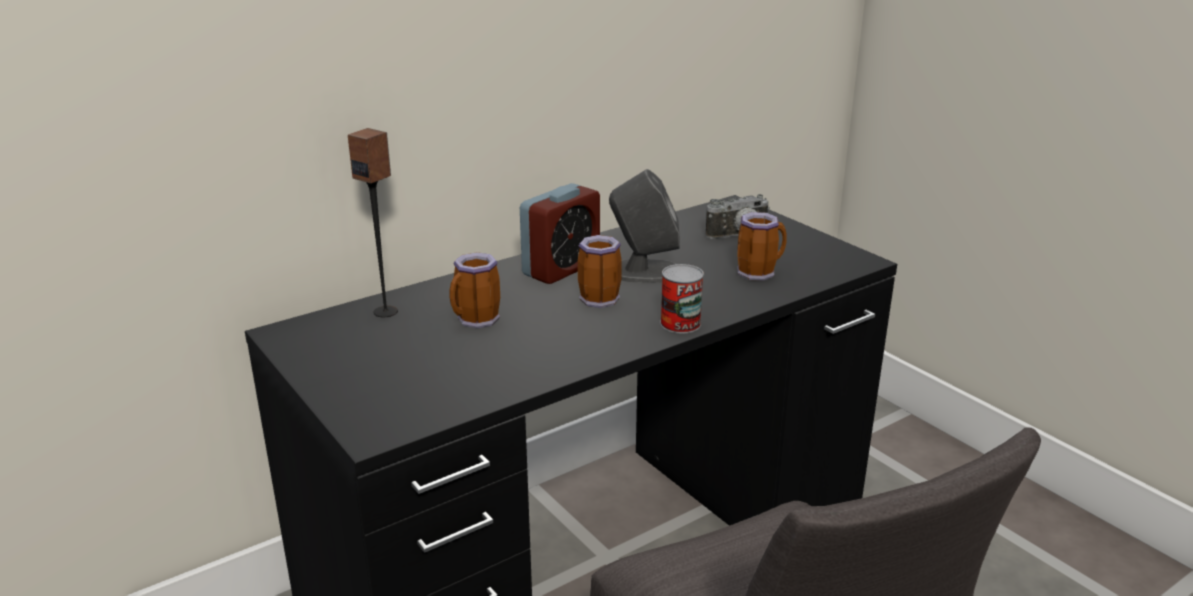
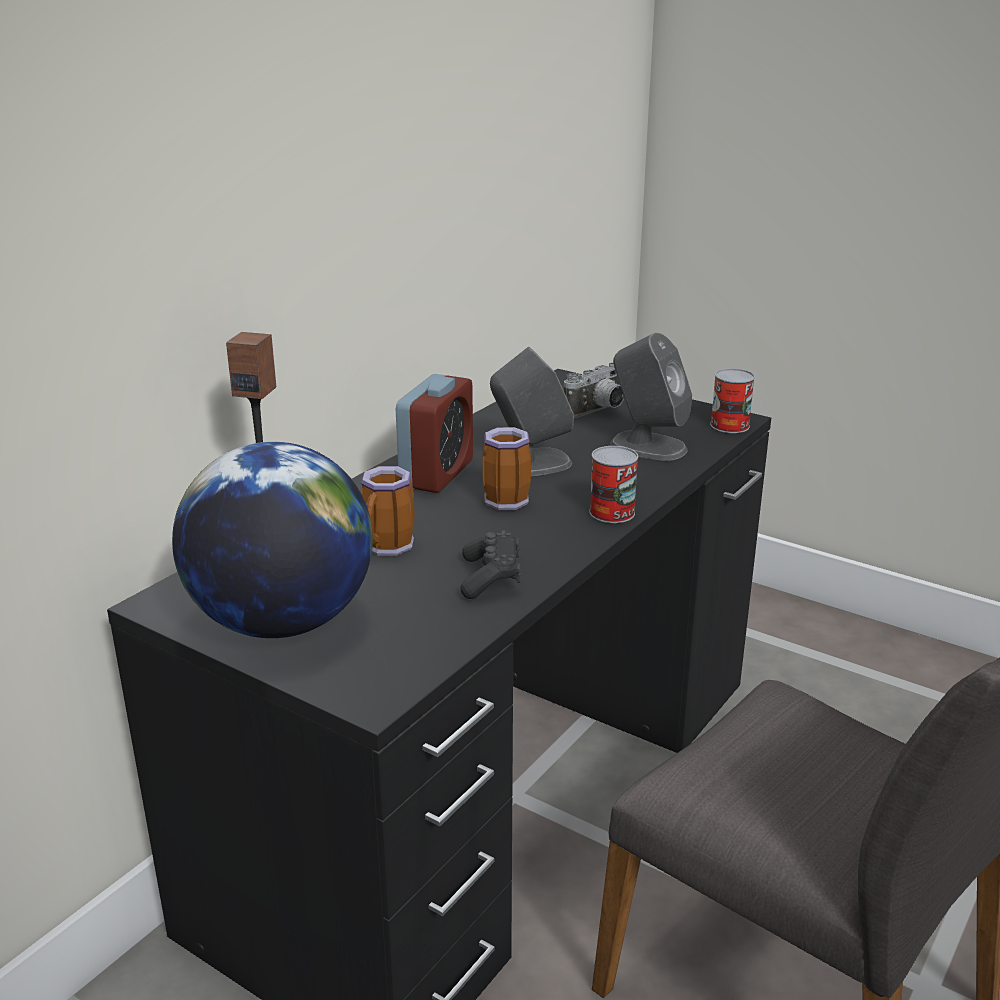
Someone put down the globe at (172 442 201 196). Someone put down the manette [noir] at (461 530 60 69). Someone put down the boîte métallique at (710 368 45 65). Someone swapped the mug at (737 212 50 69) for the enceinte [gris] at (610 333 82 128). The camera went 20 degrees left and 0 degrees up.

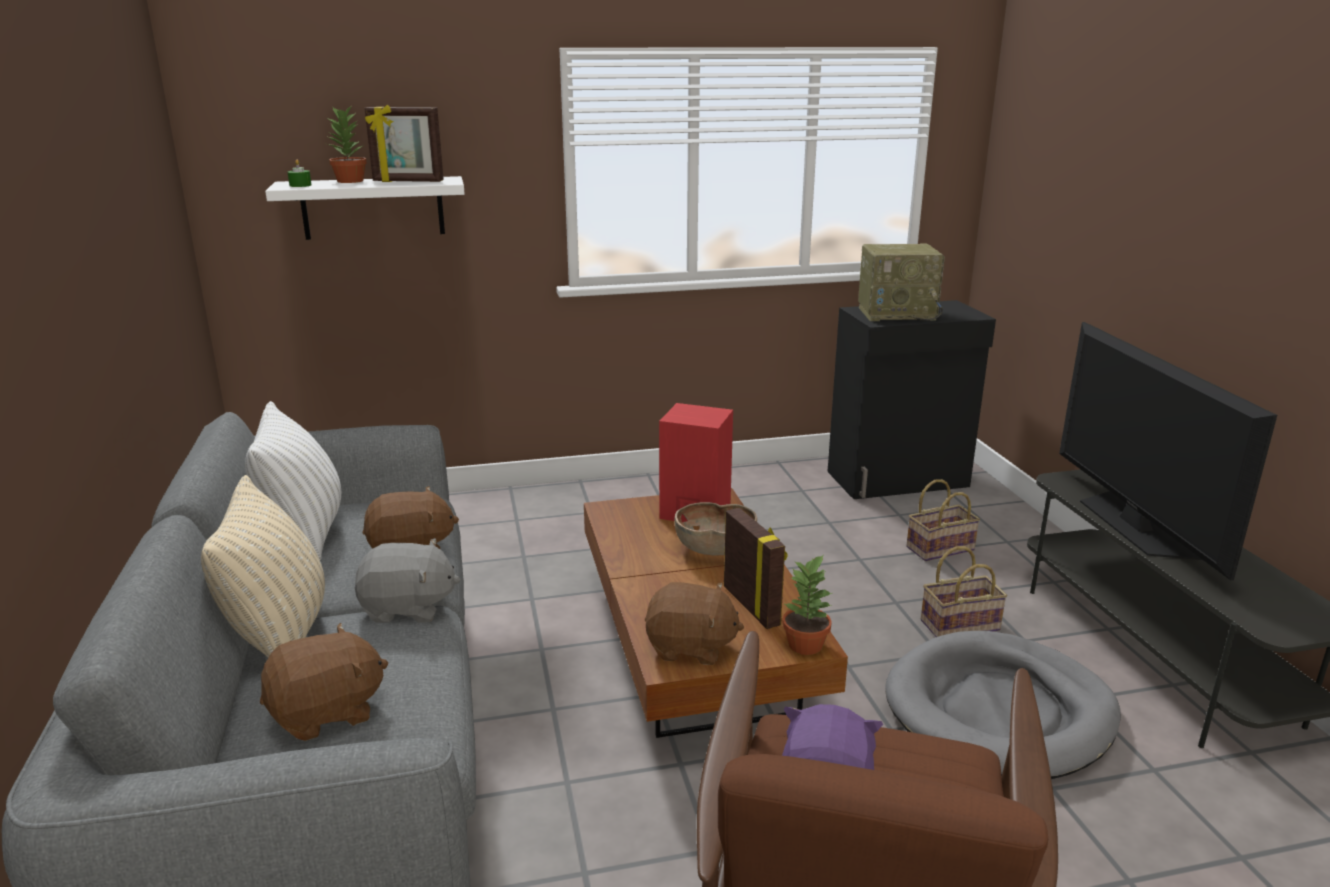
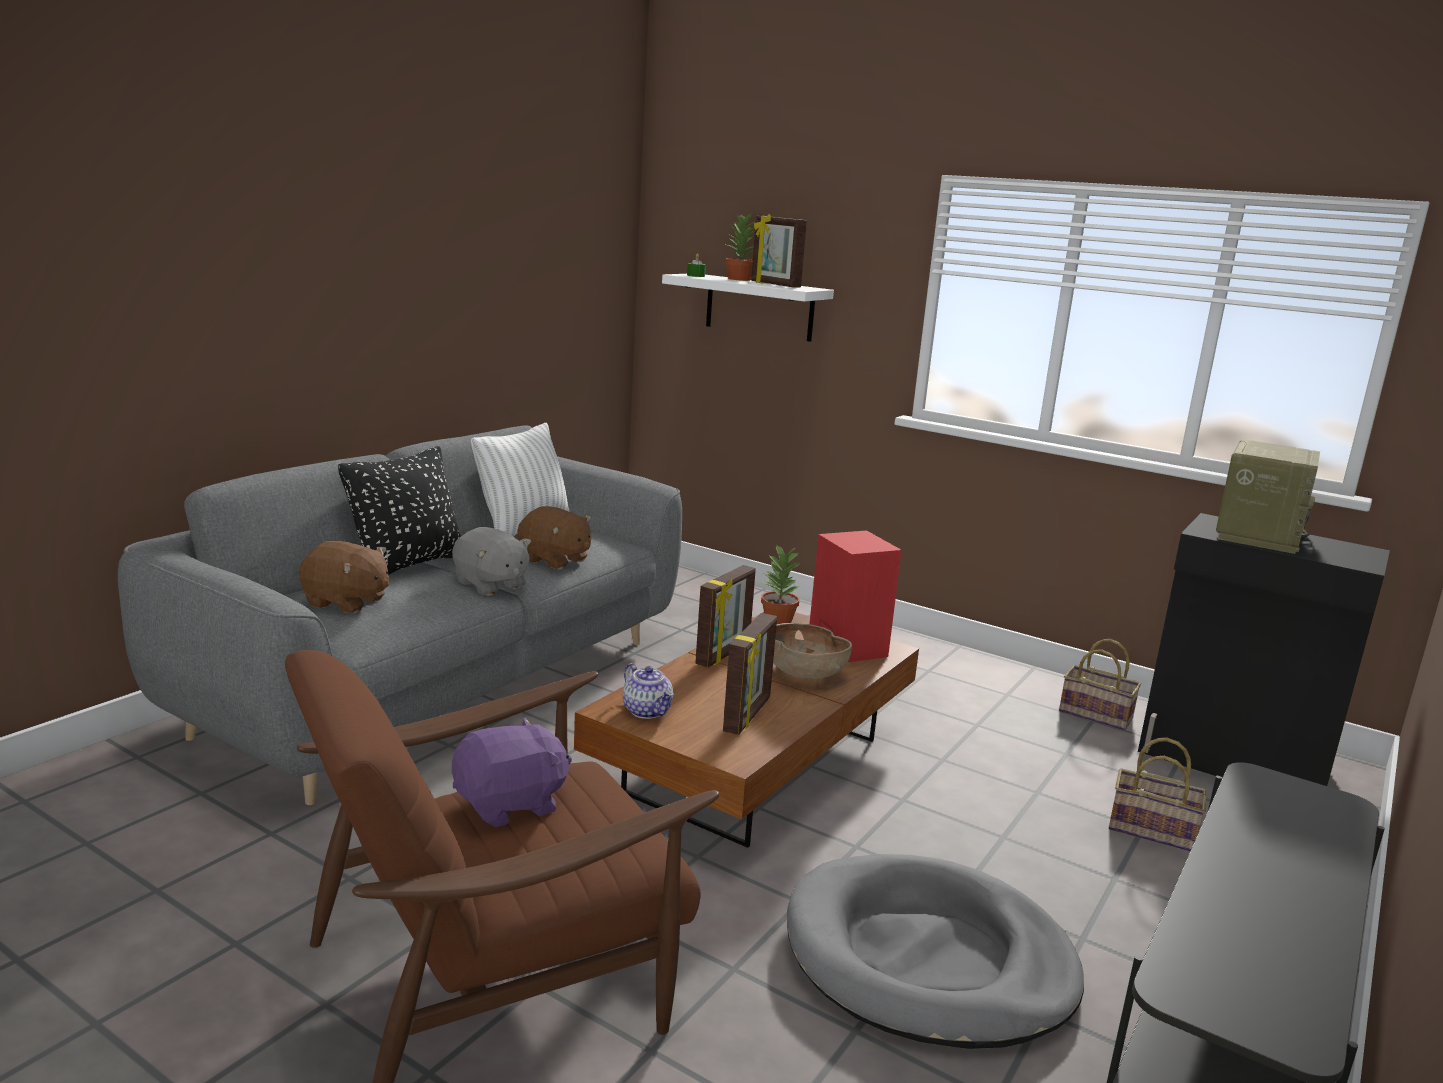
Someone took away the téléviseur at (1059 322 218 258). Someone put down the cadre photo at (695 565 61 103). Someone carried the plante en pot from (782 554 50 101) to (761 544 39 80). Someone carried the panier from (921 546 86 91) to (1059 639 82 92). Someone swapped the peluche [marron] at (645 582 99 83) for the théière at (623 663 51 56). Someone repainted the coussin [beige] at (201 475 124 182), which became the coussin [noir] at (338 446 123 128). Someone rotated the radio at (858 244 87 77) by 105 degrees counterclockwise. The camera went 45 degrees right and 5 degrees down.

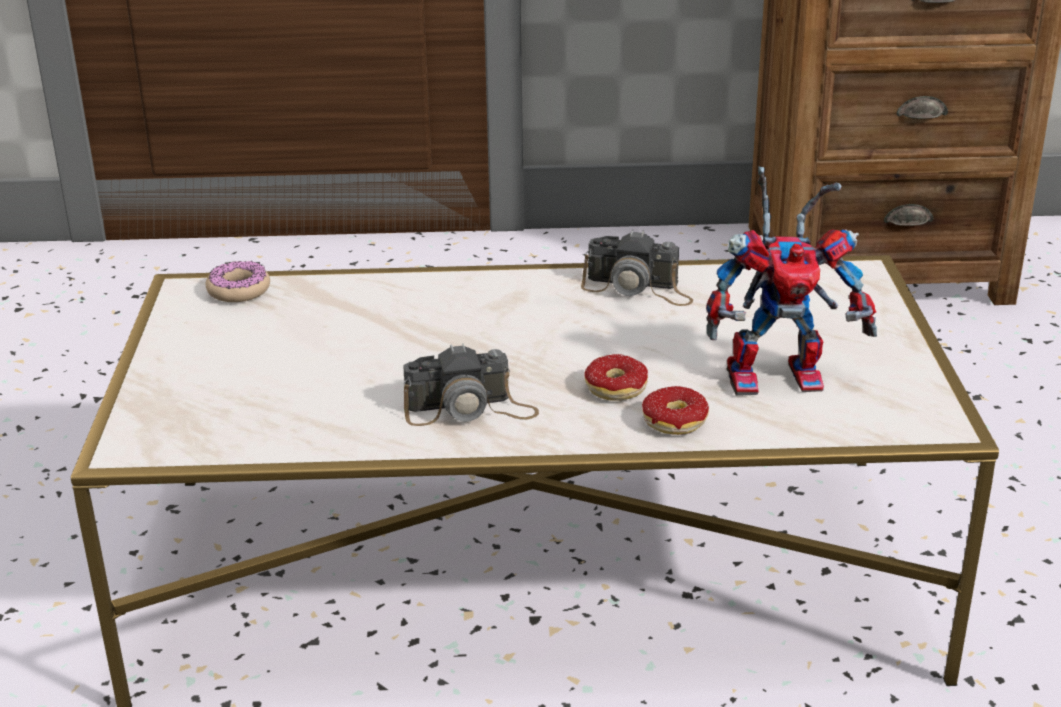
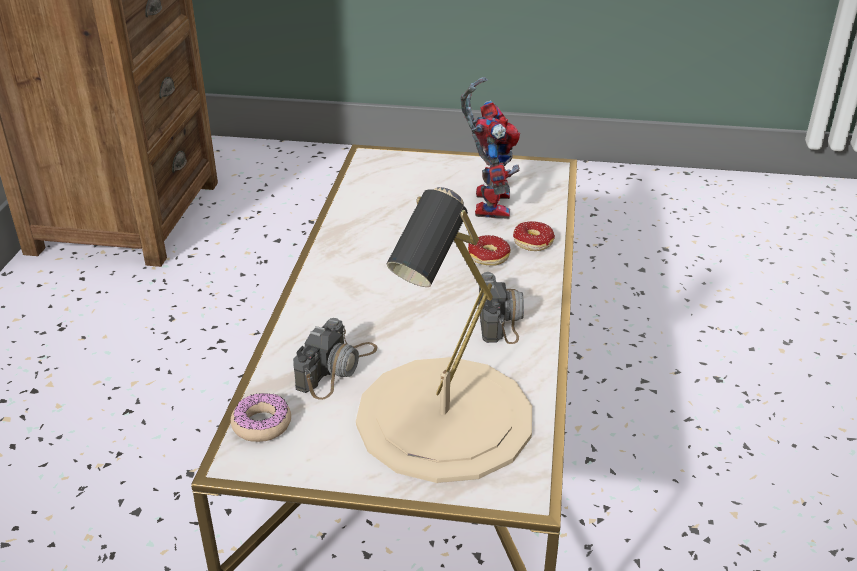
Someone put down the lampe de table [beige] at (356 187 176 296). Someone carried the appareil photo from (581 230 112 76) to (293 318 84 82). The camera went 80 degrees left and 5 degrees up.

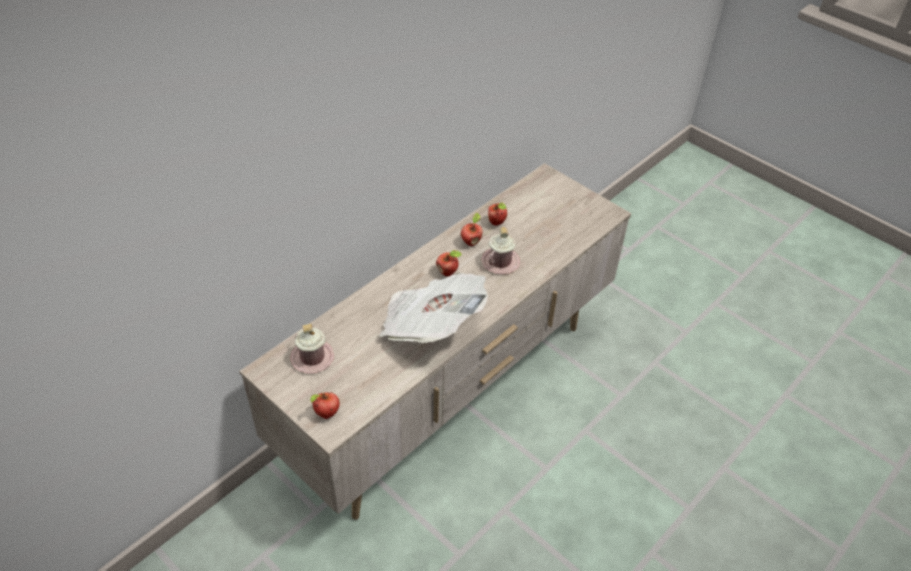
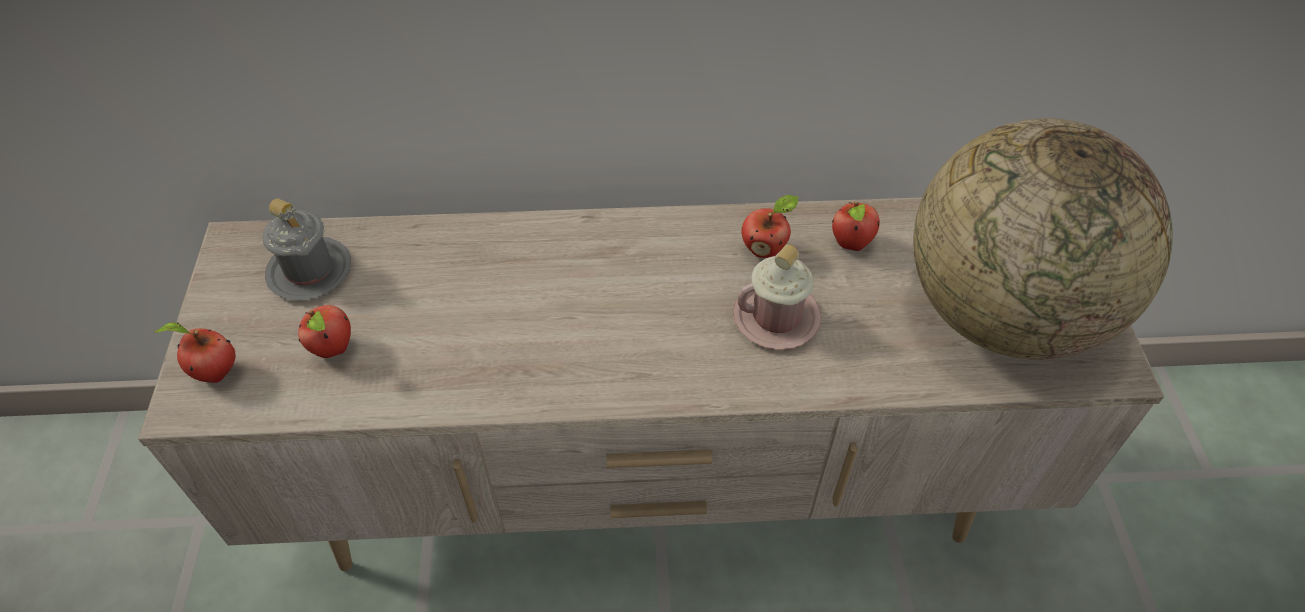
Someone took away the journal at (379 273 109 70). Someone put down the globe at (913 118 260 242). Someone carried the pomme from (436 250 26 26) to (298 305 53 53). Someone repainted the mug [rose] at (290 324 44 49), which became the mug [gris] at (263 198 88 102). The camera went 45 degrees right and 5 degrees up.

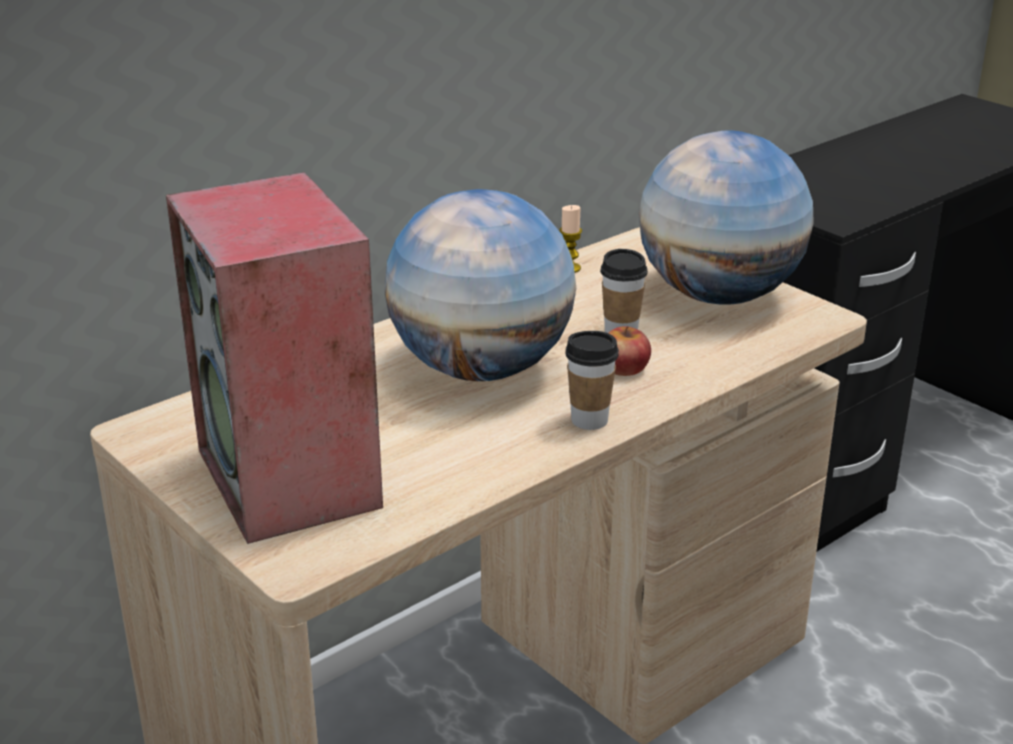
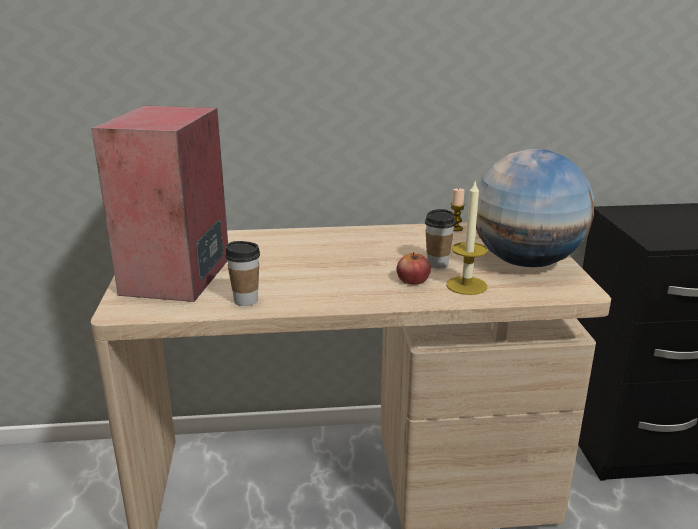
Someone took away the globe at (385 189 191 192). Someone put down the bougie at (446 182 42 113). Someone carried the tasse from (565 331 54 99) to (225 241 35 65). The camera went 35 degrees right and 5 degrees down.

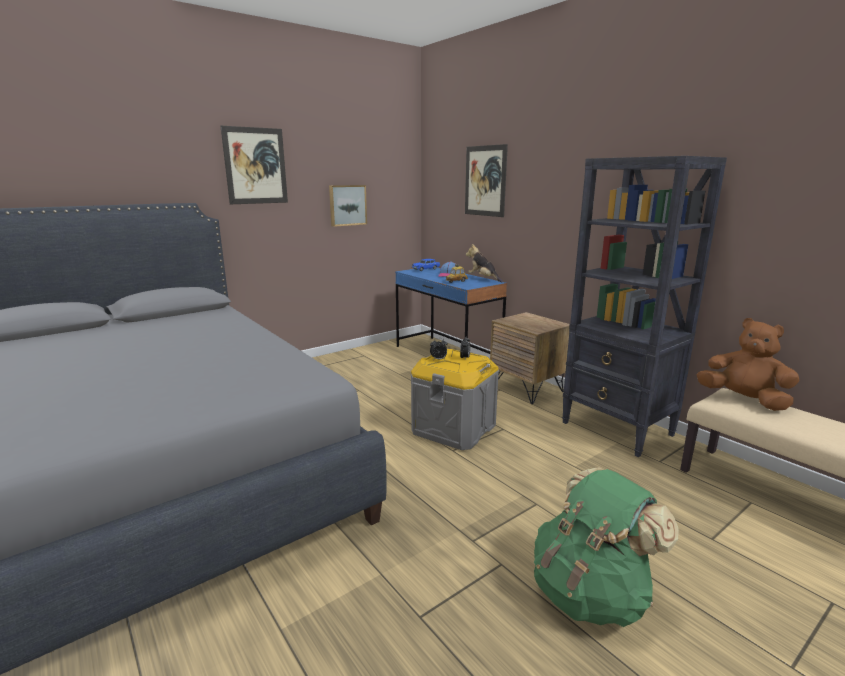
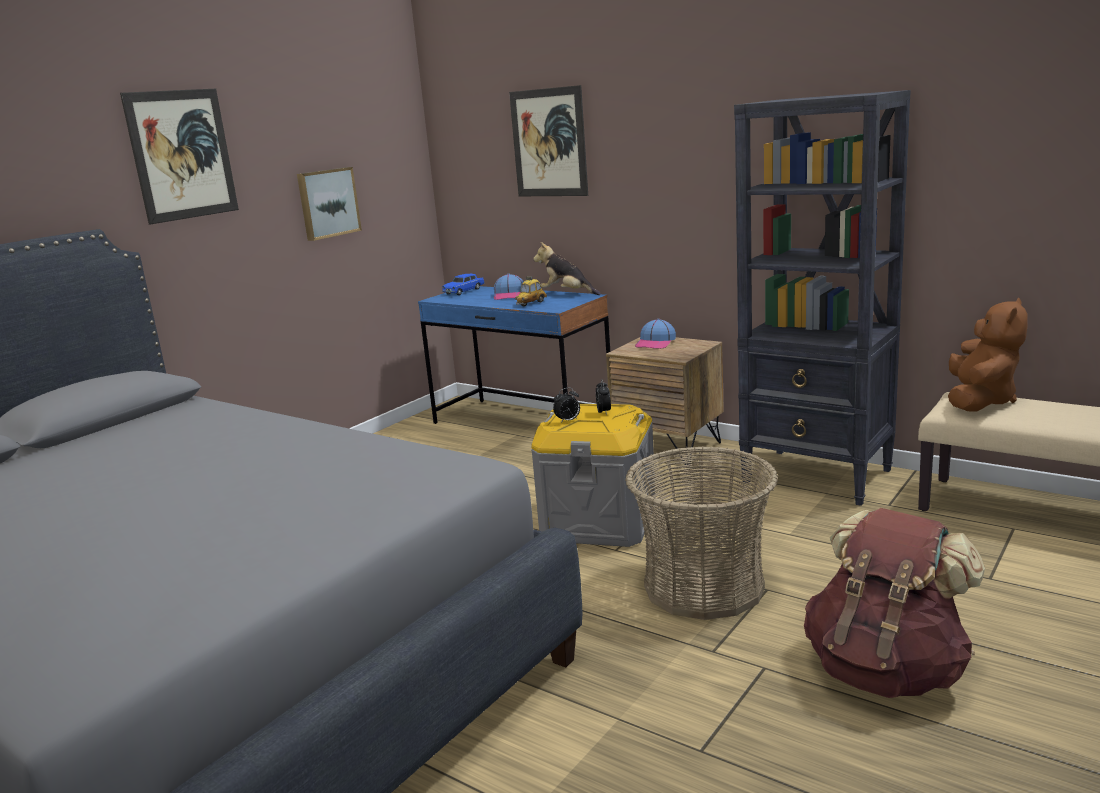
Someone put down the panier at (625 446 153 174). Someone put down the casquette at (635 319 41 30). Someone repainted the sac à dos [vert] at (534 468 144 159), which became the sac à dos [marron] at (804 508 181 190). Someone rotated the peluche [marron] at (697 318 102 93) by 90 degrees clockwise. The camera went 15 degrees left and 0 degrees up.

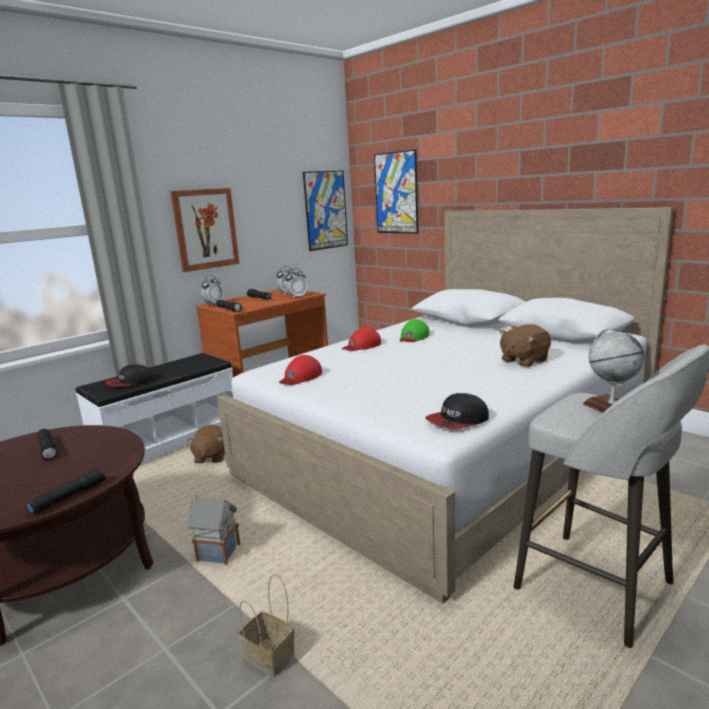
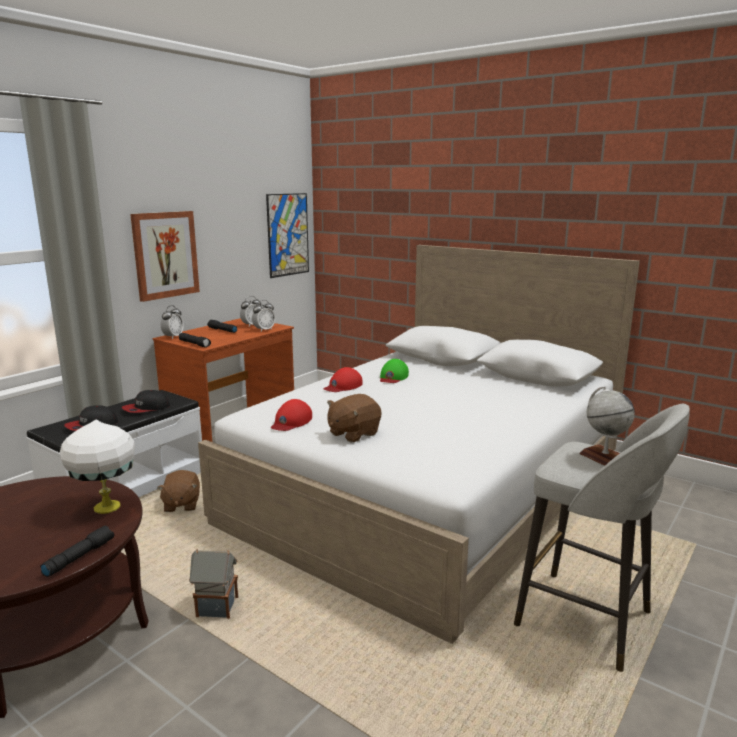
Someone took away the lampe de poche [noir] at (38 429 19 31). Someone took away the panier at (239 574 56 103). Someone took away the tableau at (374 149 45 85). Someone put down the lampe de table [blanc] at (60 420 75 94). Someone carried the casquette from (425 393 64 36) to (121 390 49 23). Someone carried the peluche [marron] from (499 324 52 43) to (327 394 55 48). The camera went 10 degrees left and 0 degrees up.

